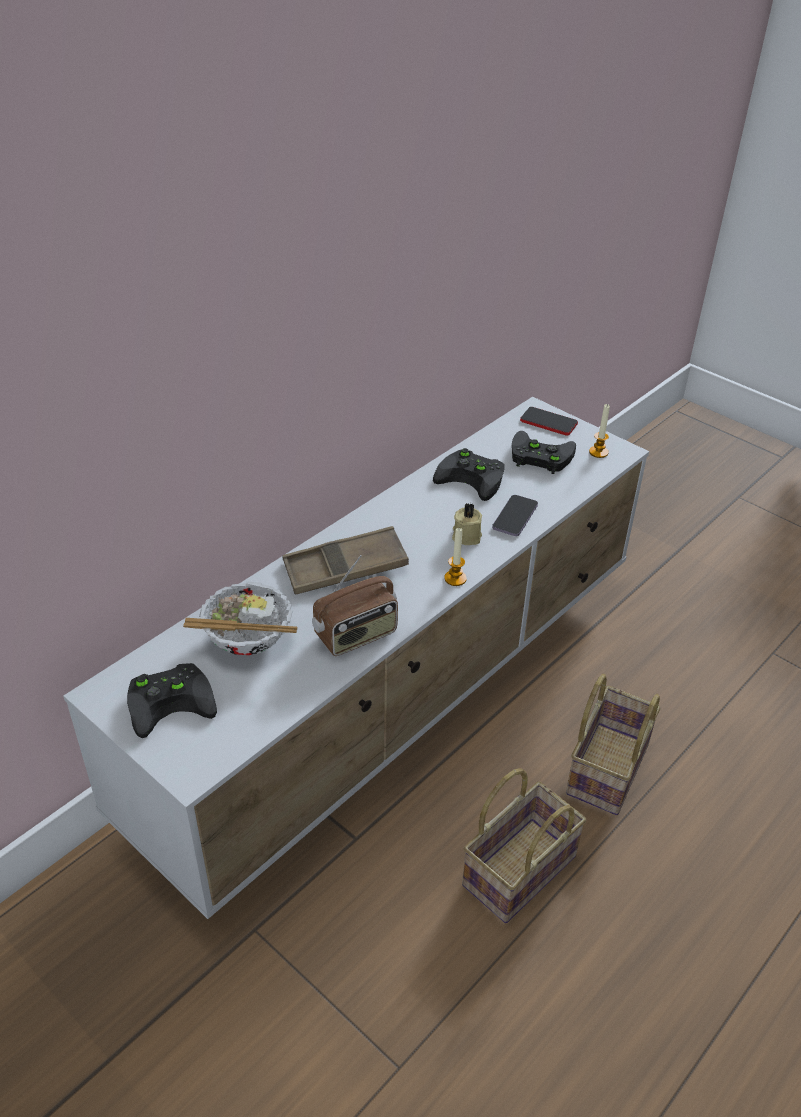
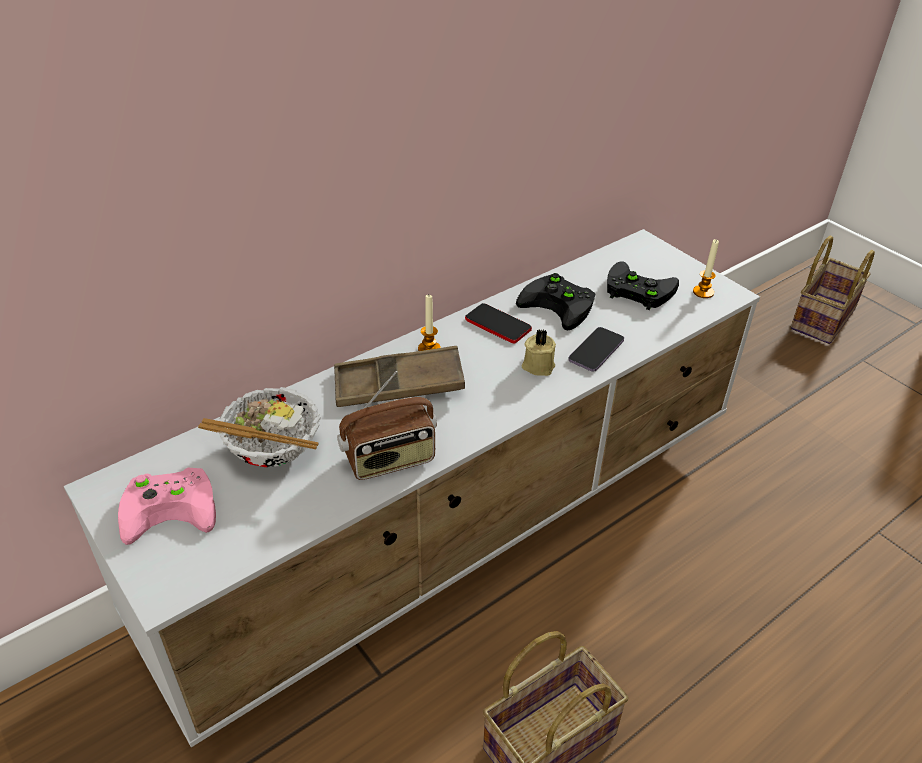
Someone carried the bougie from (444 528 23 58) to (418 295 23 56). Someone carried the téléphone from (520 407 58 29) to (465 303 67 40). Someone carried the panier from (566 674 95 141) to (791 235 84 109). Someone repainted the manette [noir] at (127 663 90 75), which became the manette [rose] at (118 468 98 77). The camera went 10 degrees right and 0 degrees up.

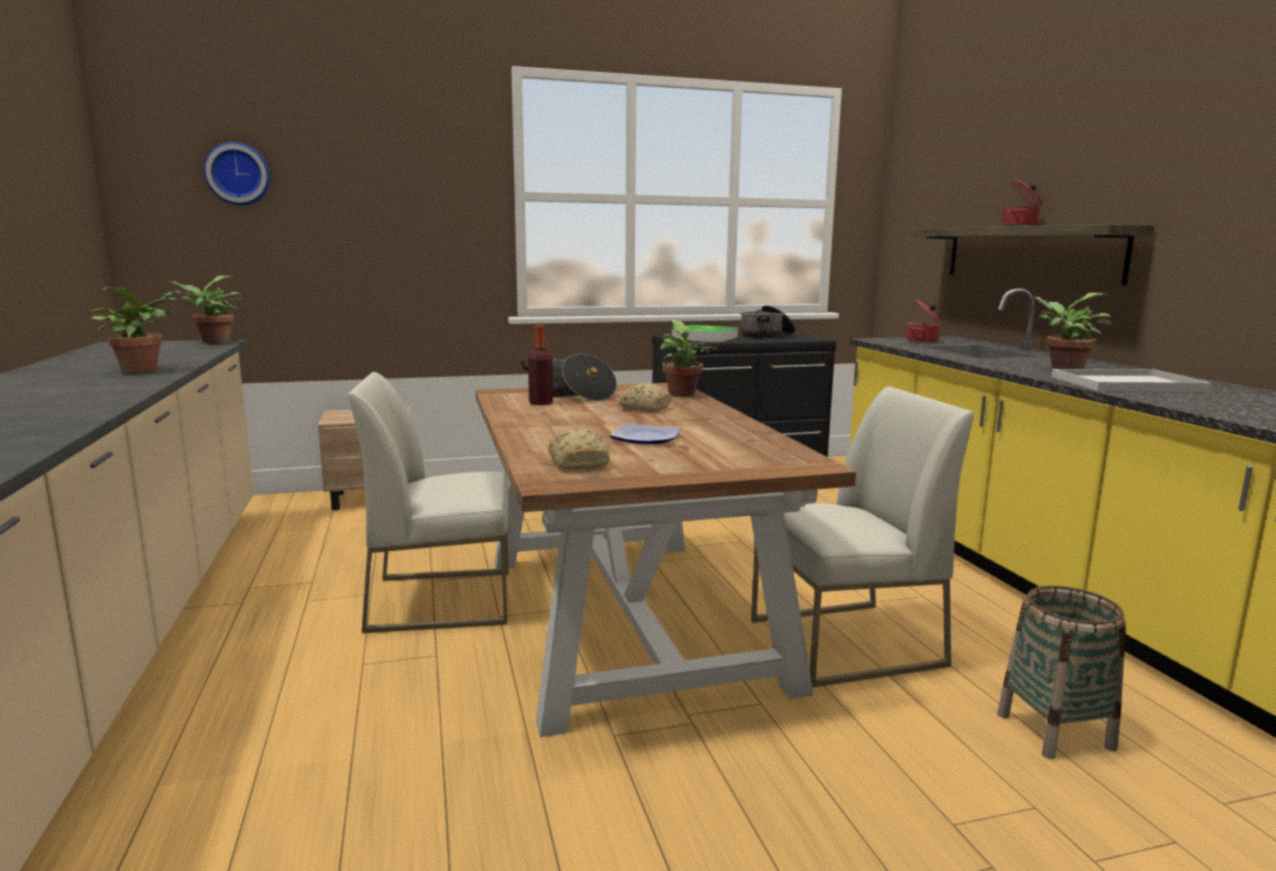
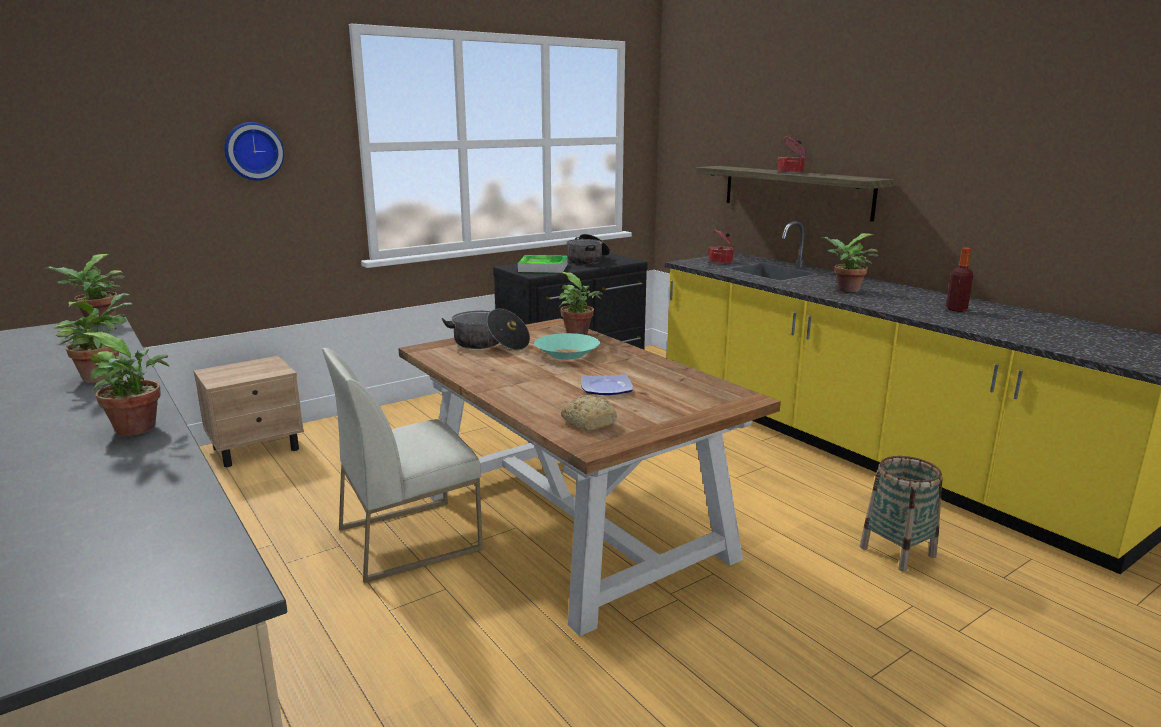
Someone took away the chaise [blanc] at (751 386 223 302). Someone took away the plateau [blanc] at (1052 369 159 22). Someone put down the plante en pot at (82 332 88 104). Someone carried the horloge murale from (204 142 66 63) to (224 122 60 59). Someone carried the bouteille from (528 325 25 80) to (946 247 27 65). Someone swapped the pain at (619 383 52 29) for the bol [turquoise] at (534 333 66 27). The camera went 20 degrees left and 5 degrees up.

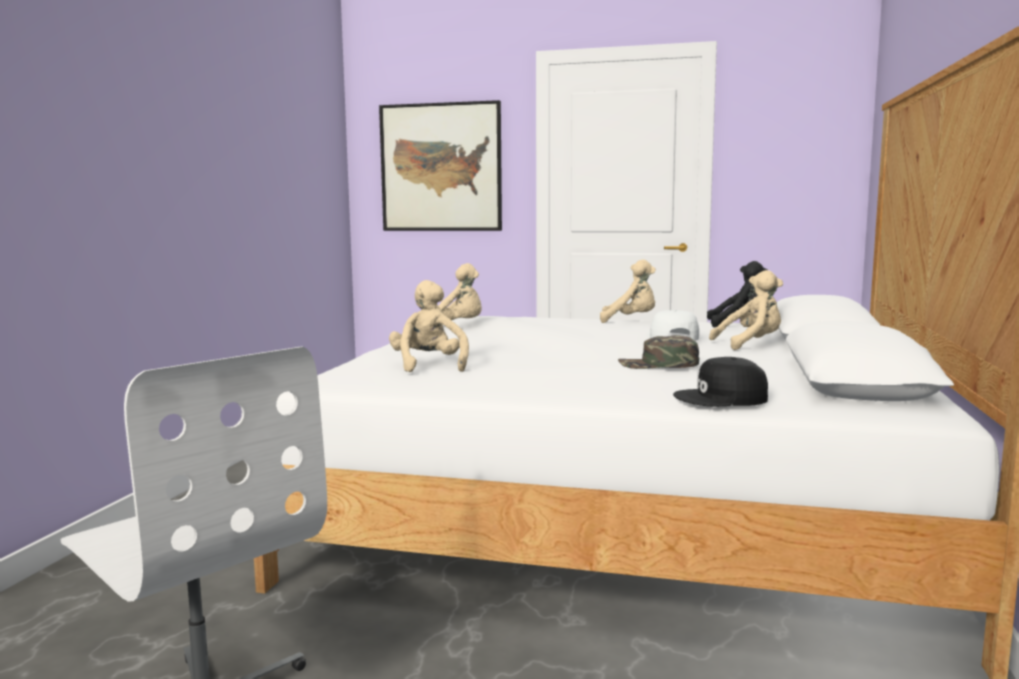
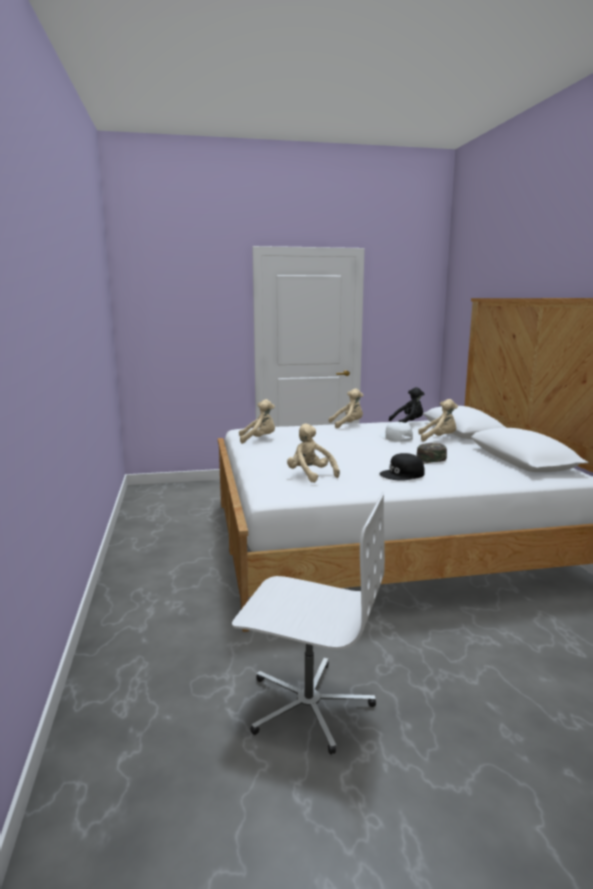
Someone took away the tableau at (379 100 123 131). Someone carried the casquette [noir] from (673 357 95 50) to (379 453 46 28). Someone rotated the peluche [beige] at (709 270 74 80) by 45 degrees clockwise. The camera went 25 degrees left and 5 degrees up.

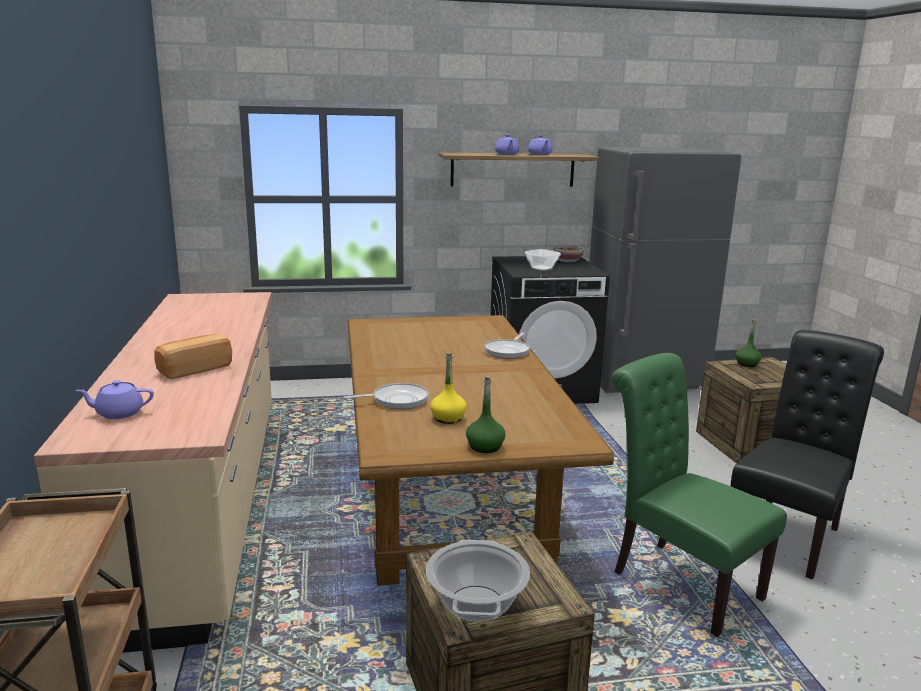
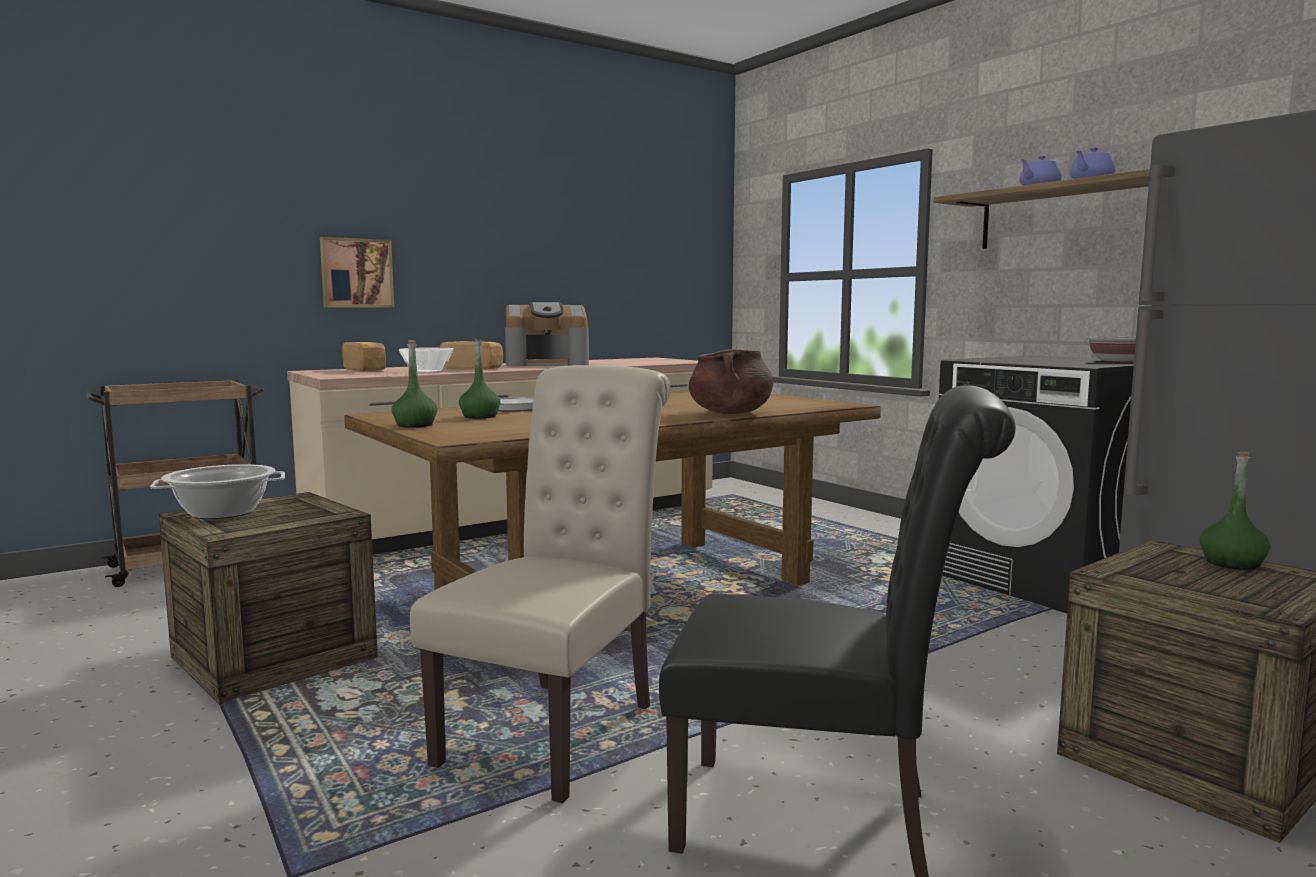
Someone put up the tableau at (320 237 74 71). Someone put down the machine à café at (505 302 84 64). Someone carried the bol from (525 249 36 22) to (399 347 54 27). Someone swapped the théière [violet] at (76 380 78 39) for the pain at (342 342 44 29). Someone swapped the poêle at (484 332 46 27) for the marmite [marron] at (689 349 85 65). Someone repainted the bouteille [jaune] at (430 353 37 71), which became the bouteille [vert] at (459 338 42 81). Someone repainted the chaise [vert] at (611 353 176 284), which became the chaise [beige] at (410 365 260 438). The camera went 65 degrees right and 10 degrees down.

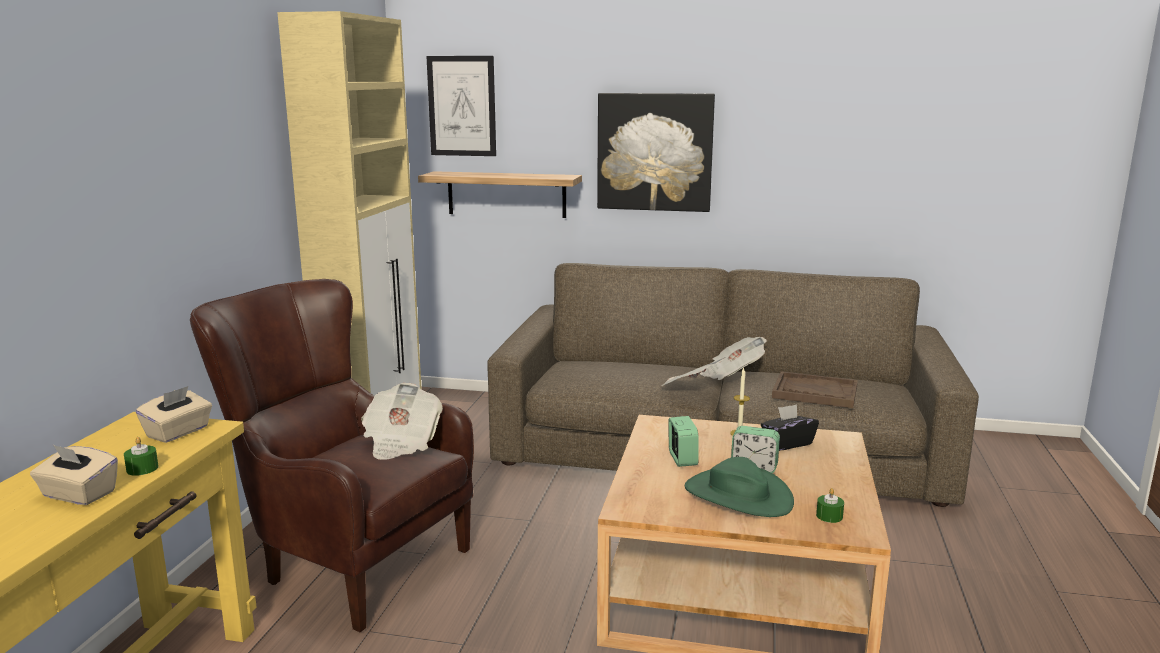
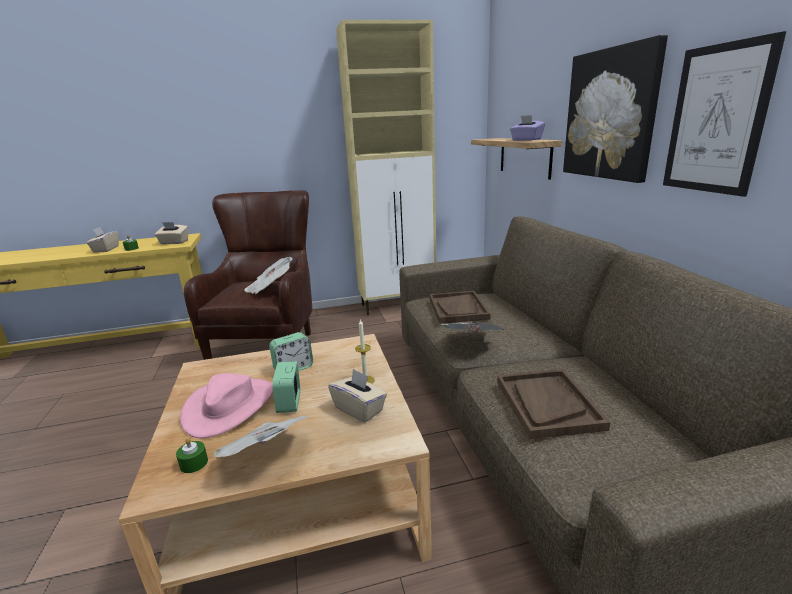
Someone put down the plateau [marron] at (430 291 61 33). Someone put down the boîte à mouchoirs [violet] at (510 115 35 26). Someone carried the tableau from (426 56 70 100) to (663 31 123 166). Someone carried the journal from (699 337 68 43) to (213 416 94 41). Someone repainted the chapeau [vert] at (685 457 109 60), which became the chapeau [rose] at (180 373 93 66). Someone repainted the boîte à mouchoirs [noir] at (761 404 58 47), which became the boîte à mouchoirs [beige] at (328 369 59 53). The camera went 65 degrees right and 5 degrees up.

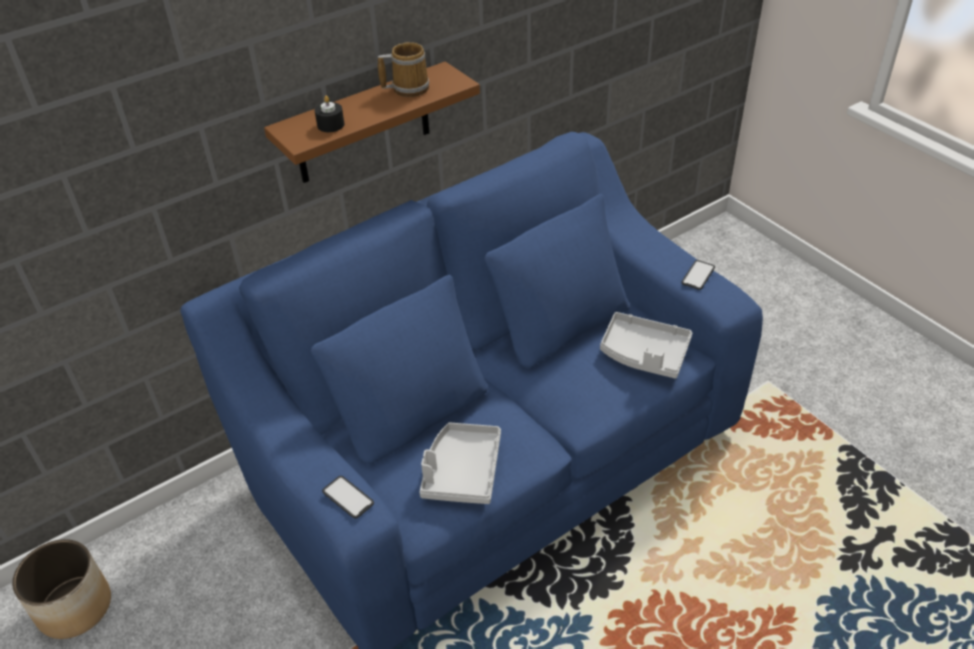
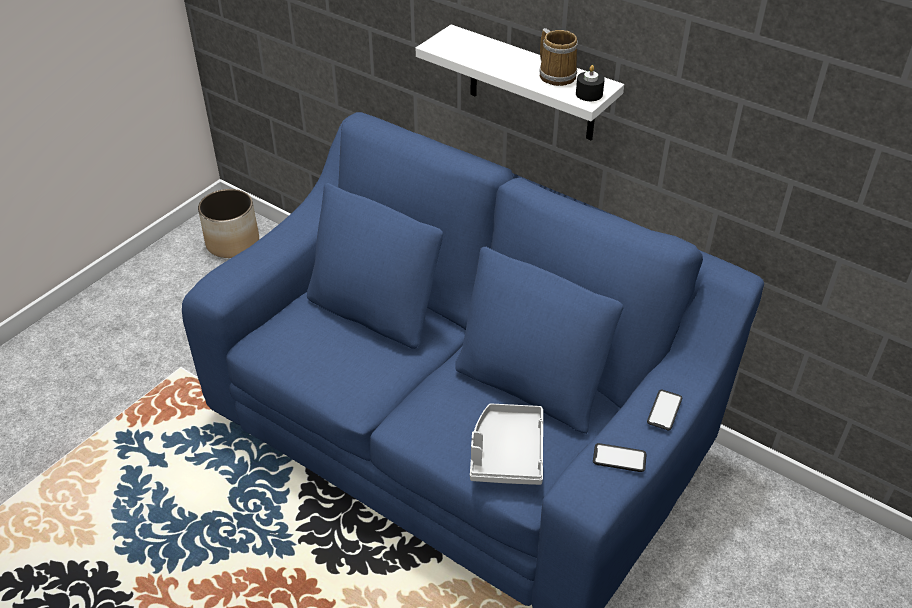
Someone took away the plateau [gris] at (419 422 82 82). Someone carried the bougie [noir] from (315 96 29 36) to (576 65 29 36). Someone carried the téléphone from (322 476 52 43) to (647 389 35 41). Someone repainted the étagère [marron] at (264 62 216 121), which became the étagère [blanc] at (416 24 208 116). The camera went 70 degrees right and 0 degrees up.

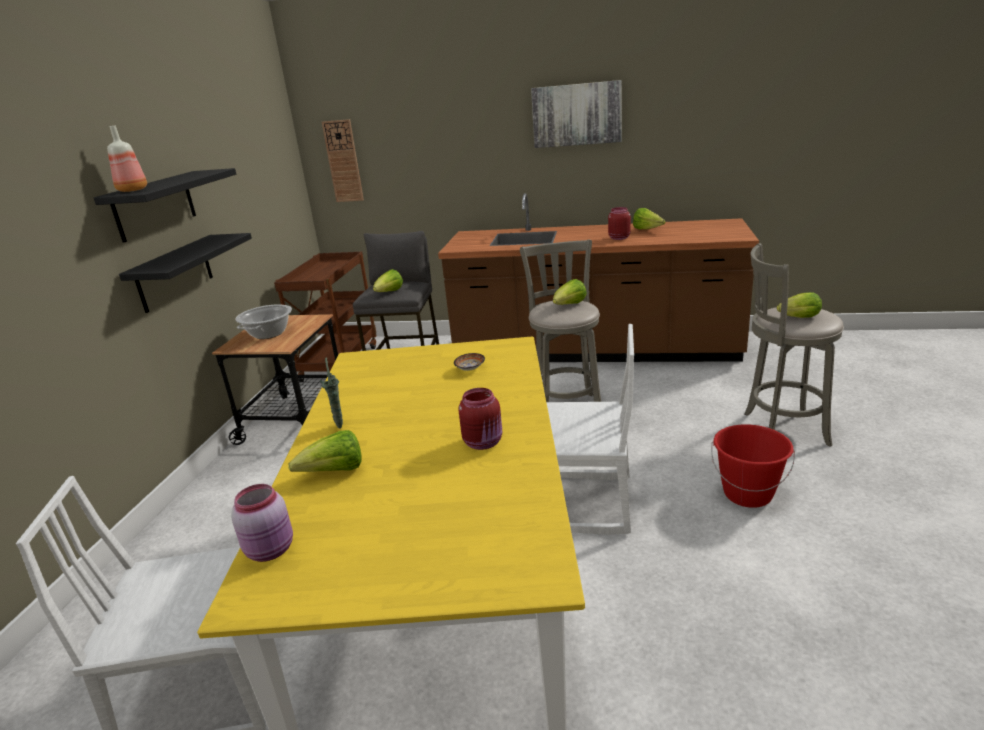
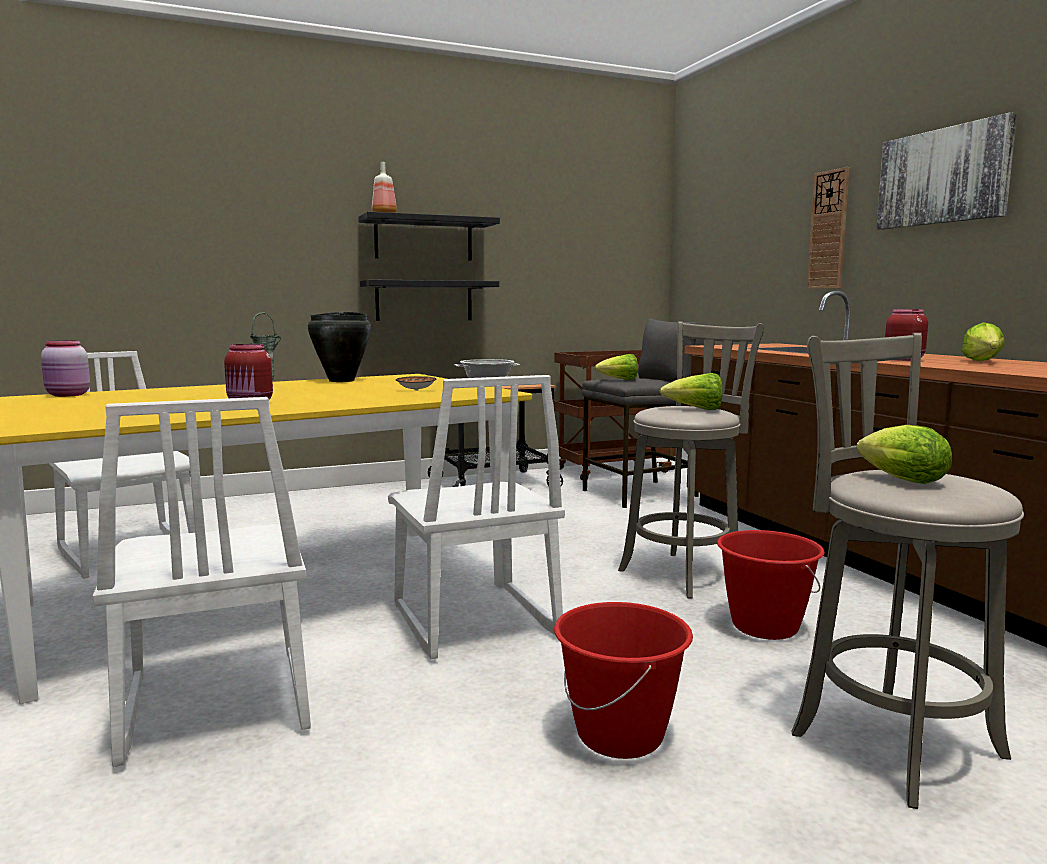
Someone took away the laitue at (288 430 74 42). Someone put down the chaise [blanc] at (92 397 219 370). Someone put down the marmite [noir] at (308 312 63 70). Someone put down the seau [rouge] at (717 530 108 110). Someone carried the horloge murale from (322 119 42 83) to (807 167 42 122). The camera went 55 degrees right and 15 degrees down.

